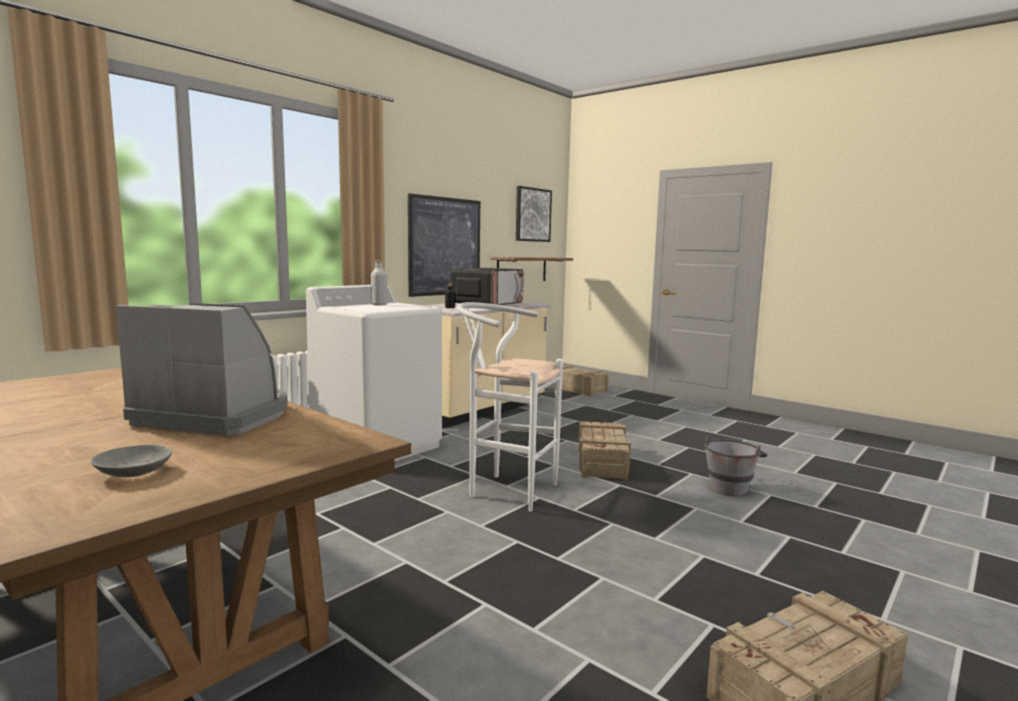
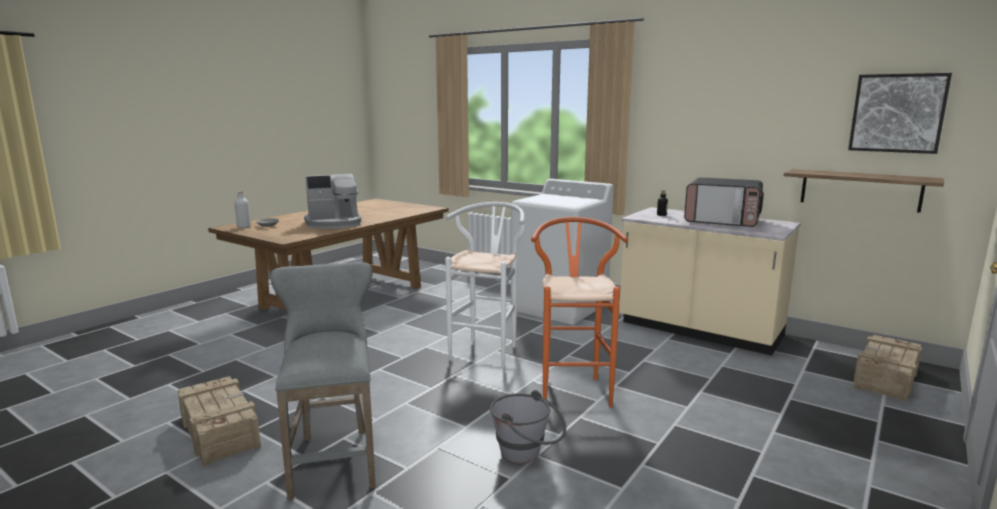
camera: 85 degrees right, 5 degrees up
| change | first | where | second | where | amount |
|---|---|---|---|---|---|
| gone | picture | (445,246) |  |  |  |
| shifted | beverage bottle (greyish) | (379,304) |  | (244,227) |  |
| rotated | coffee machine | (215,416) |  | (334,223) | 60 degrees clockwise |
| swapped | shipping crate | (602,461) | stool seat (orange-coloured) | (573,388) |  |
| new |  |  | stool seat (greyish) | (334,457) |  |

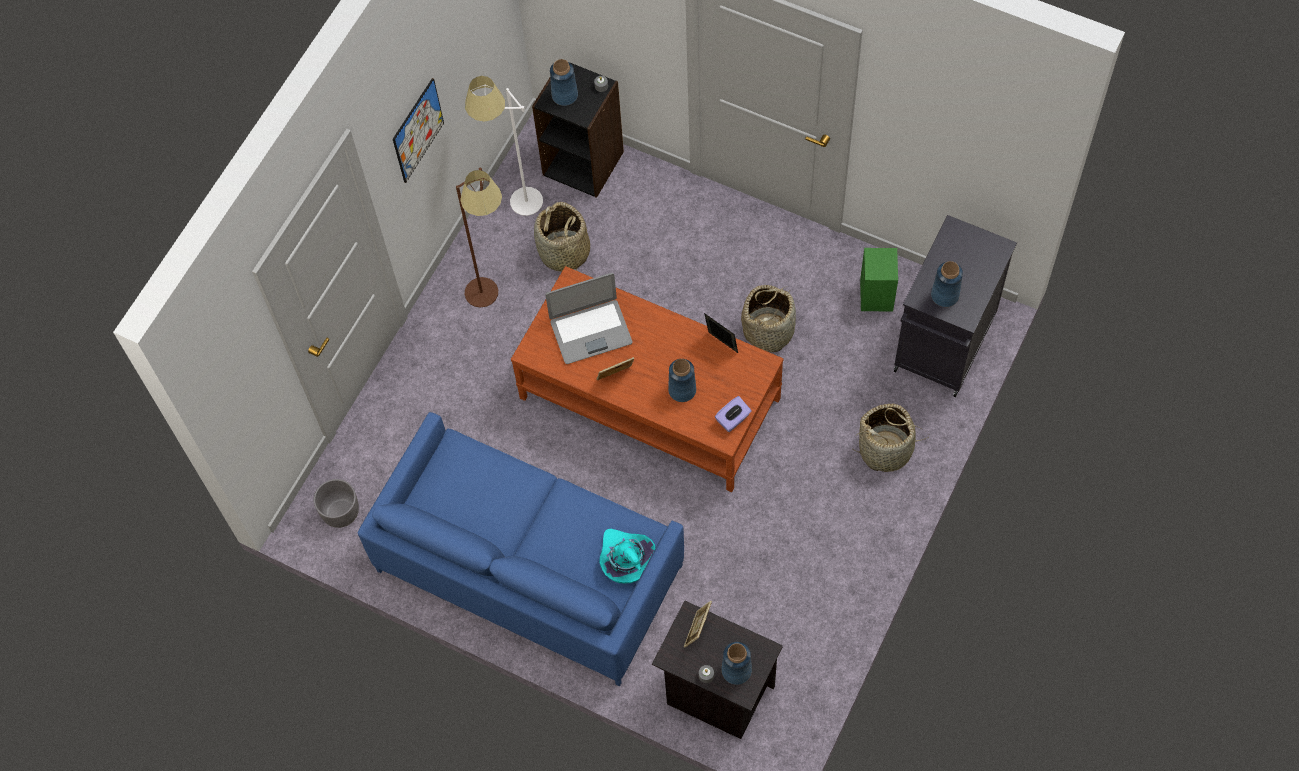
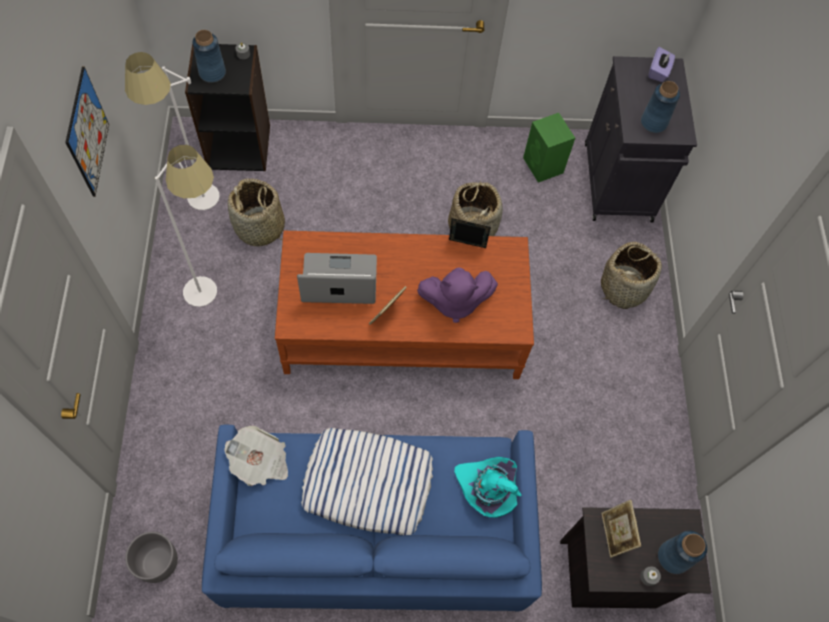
camera: 35 degrees left, 0 degrees up
| change | first | where | second | where | amount |
|---|---|---|---|---|---|
| repainted | standard lamp (brown) | (494,299) | standard lamp (whitish) | (215,293) |  |
| rotated | portable computer | (590,331) |  | (339,281) | 135 degrees counterclockwise |
| swapped | decorative vase (bluish) | (682,390) | plush toy (purple) | (454,302) |  |
| shifted | tissue box (purple) | (733,419) |  | (658,71) |  |
| new |  |  | daily paper | (260,462) |  |
| new |  |  | cushion | (368,483) |  |

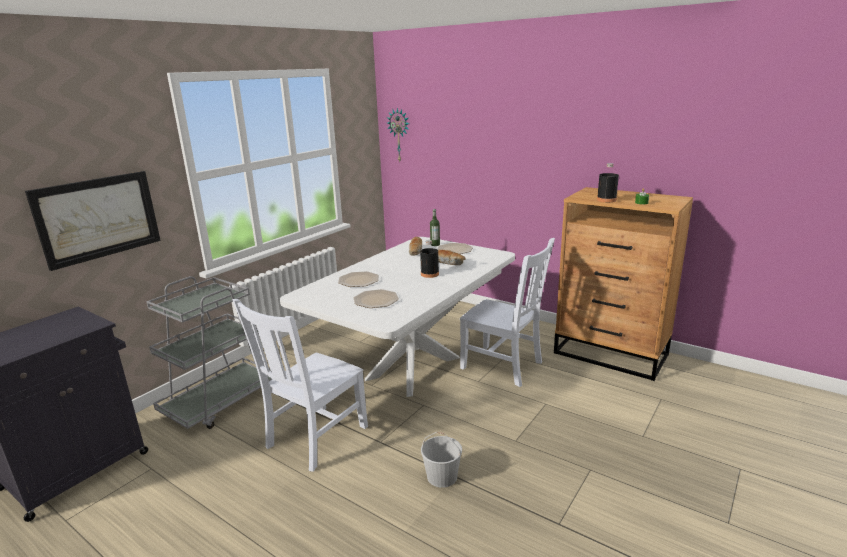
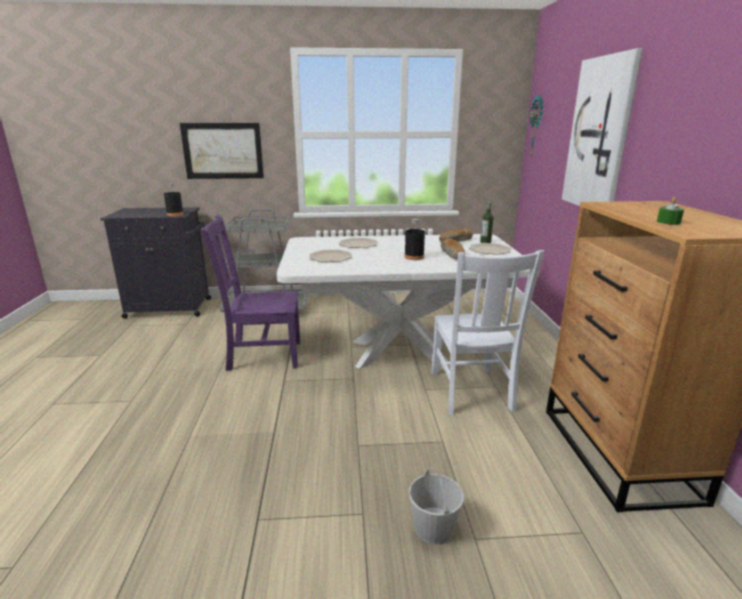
camera: 50 degrees right, 0 degrees up
| change | first | where | second | where | amount |
|---|---|---|---|---|---|
| shifted | beverage bottle (black-coloured) | (606,200) |  | (175,214) |  |
| repainted | plain chair (whitish) | (314,438) | plain chair (purple) | (262,355) |  |
| shifted | water bucket (whitish) | (441,476) |  | (433,527) |  |
| new |  |  | picture | (600,135) |  |

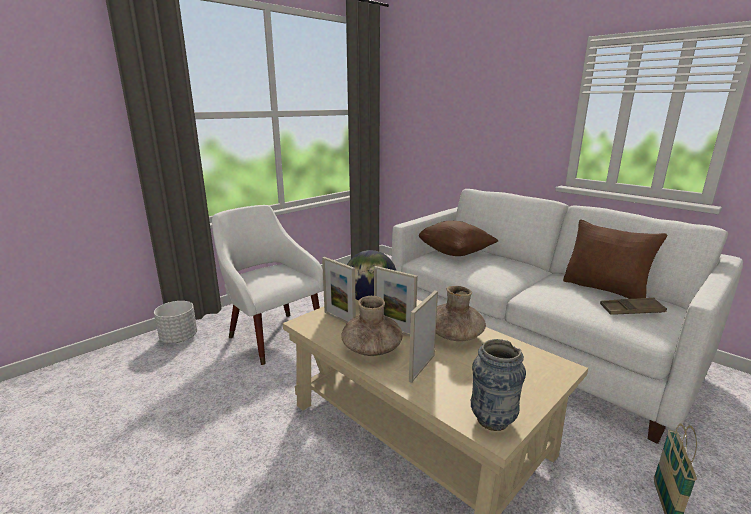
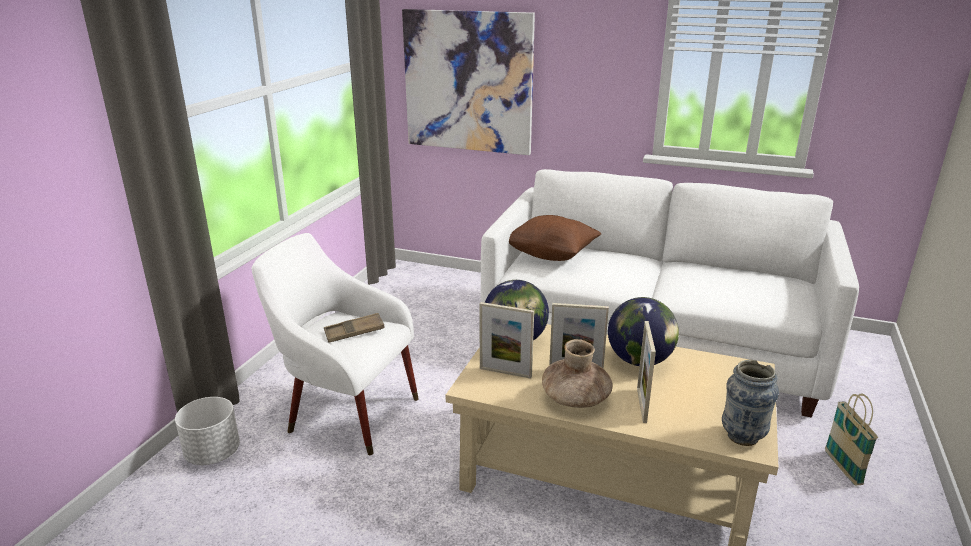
camera: 25 degrees left, 5 degrees up
| change | first | where | second | where | amount |
|---|---|---|---|---|---|
| gone | cushion (brown) | (605,289) |  |  |  |
| swapped | decorative vase (brown) | (455,335) | world globe | (639,361) |  |
| shifted | tray (brown) | (631,310) |  | (354,332) |  |
| new |  |  | picture | (468,82) |  |

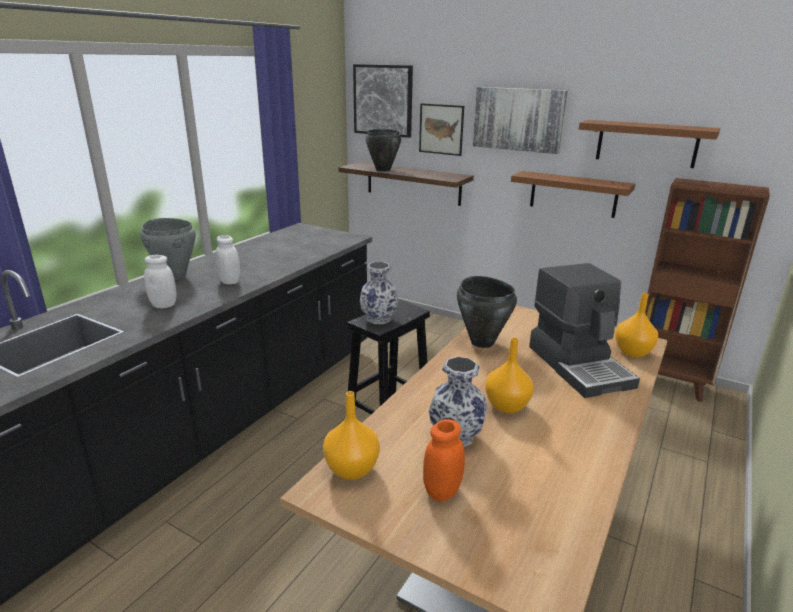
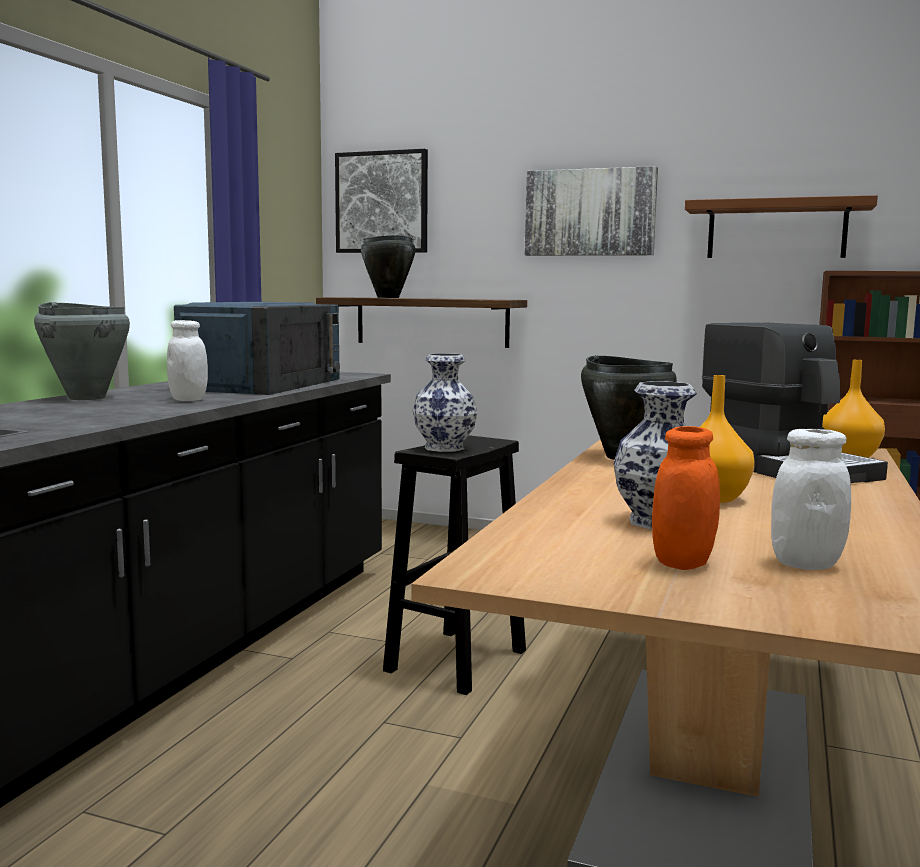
camera: 10 degrees left, 15 degrees down
| change | first | where | second | where | amount |
|---|---|---|---|---|---|
| gone | picture | (441,129) |  |  |  |
| gone | wall shelf (brown) | (573,194) |  |  |  |
| shifted | storage jar (whitish) | (164,305) |  | (806,564) |  |
| gone | decorative vase (orange-coloured) | (352,468) |  |  |  |
| new |  |  | microwave (bluish) | (264,384) |  |

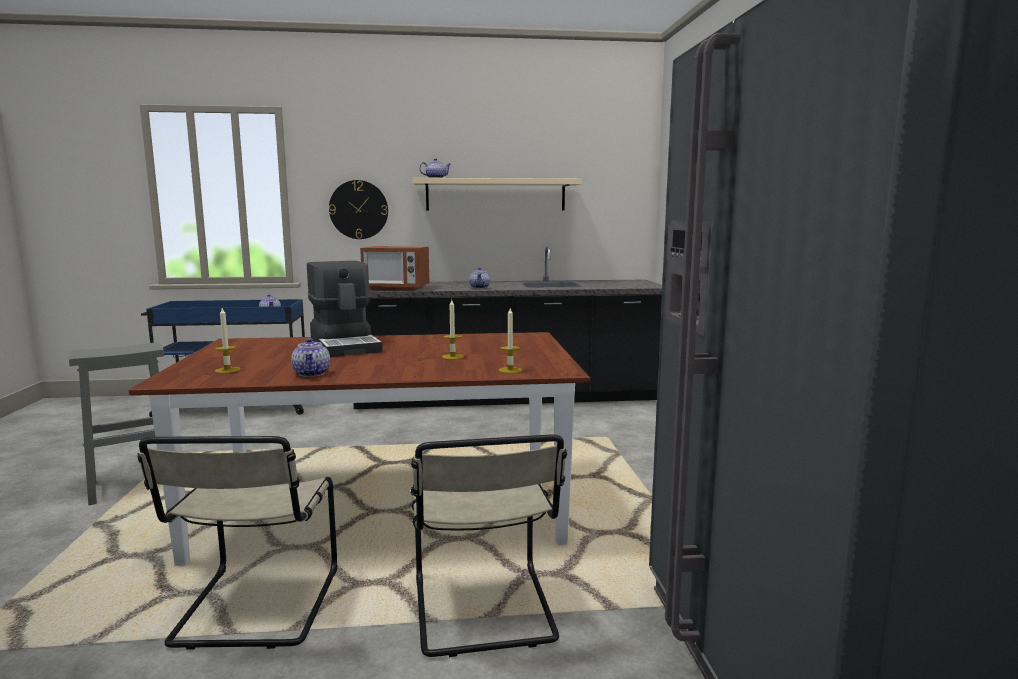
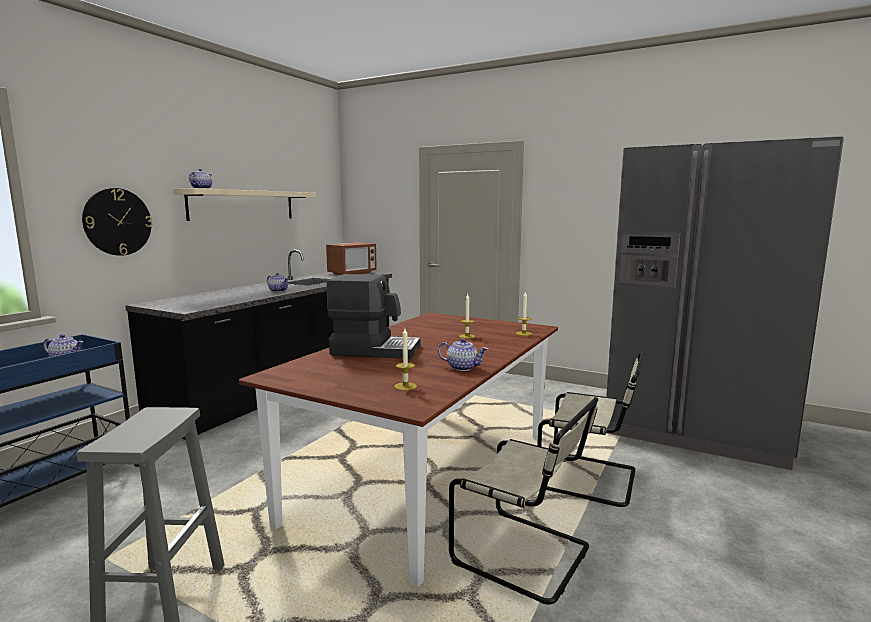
camera: 55 degrees left, 0 degrees up
| change | first | where | second | where | amount |
|---|---|---|---|---|---|
| shifted | microwave | (396,288) |  | (352,273) |  |

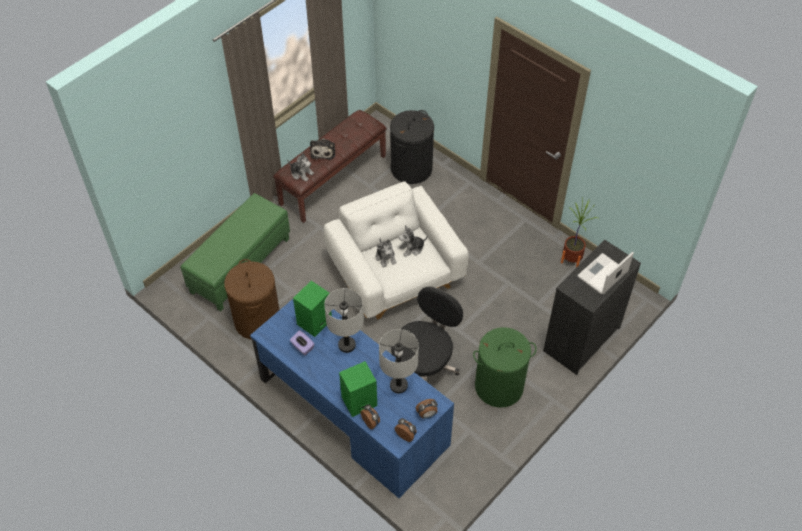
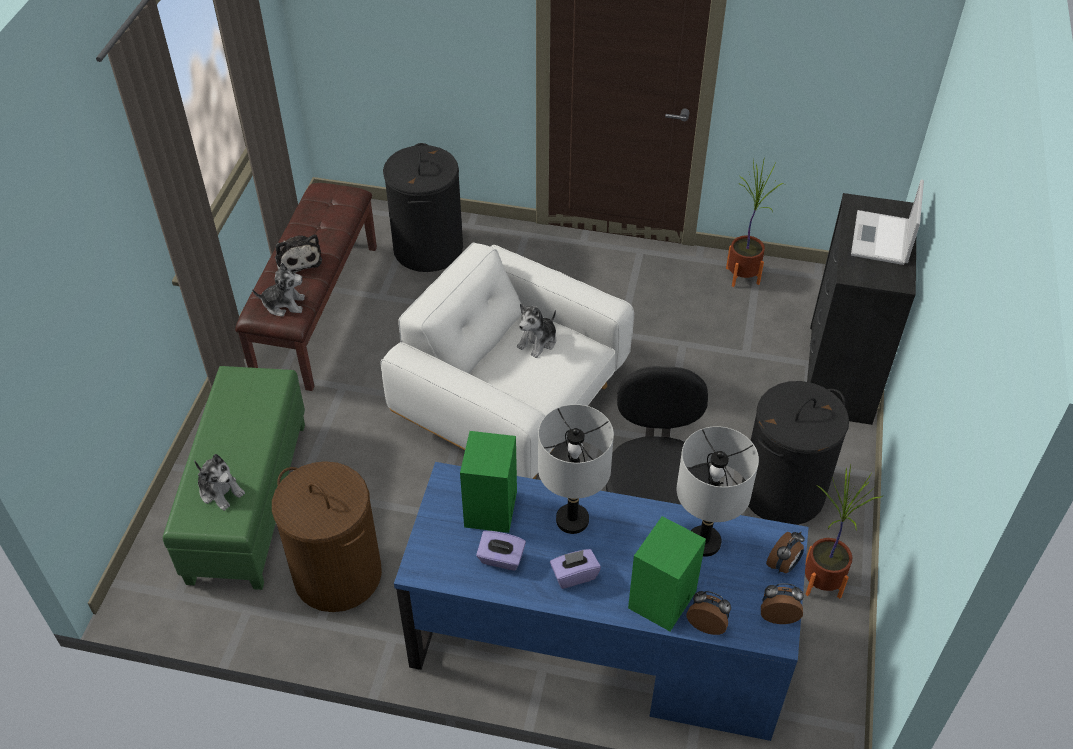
camera: 30 degrees left, 5 degrees down
| change | first | where | second | where | amount |
|---|---|---|---|---|---|
| shifted | plush toy | (385,257) |  | (220,491) |  |
| repainted | laundry basket (green) | (499,386) | laundry basket (black-coloured) | (782,492) |  |
| new |  |  | plant in a pot | (822,582) |  |
| new |  |  | tissue box (purple) | (574,575) |  |

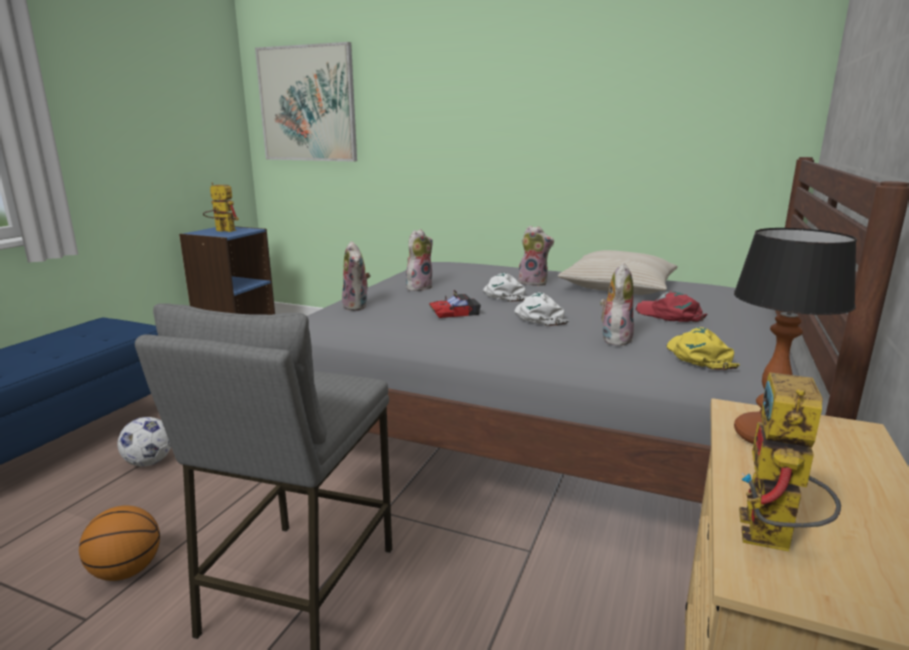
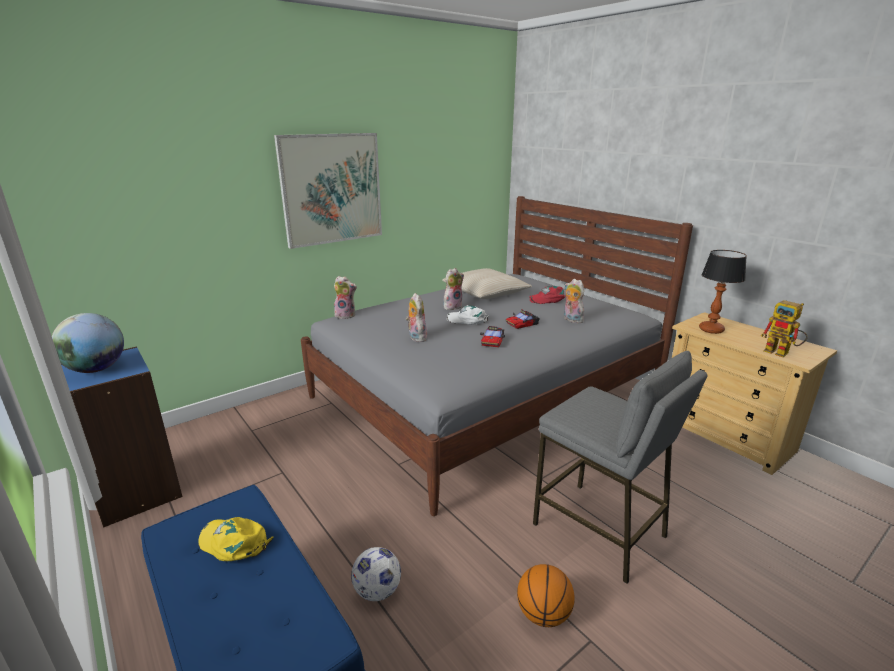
camera: 60 degrees left, 5 degrees up
| change | first | where | second | where | amount |
|---|---|---|---|---|---|
| shifted | picture | (307,104) |  | (331,189) |  |
| swapped | model robot | (221,231) | world globe | (96,369) |  |
| shifted | plush toy | (357,306) |  | (346,315) |  |
| swapped | peaked cap (whitish) | (538,316) | miniature car | (522,324) |  |
| shifted | peaked cap (yellowish) | (698,355) |  | (234,542) |  |

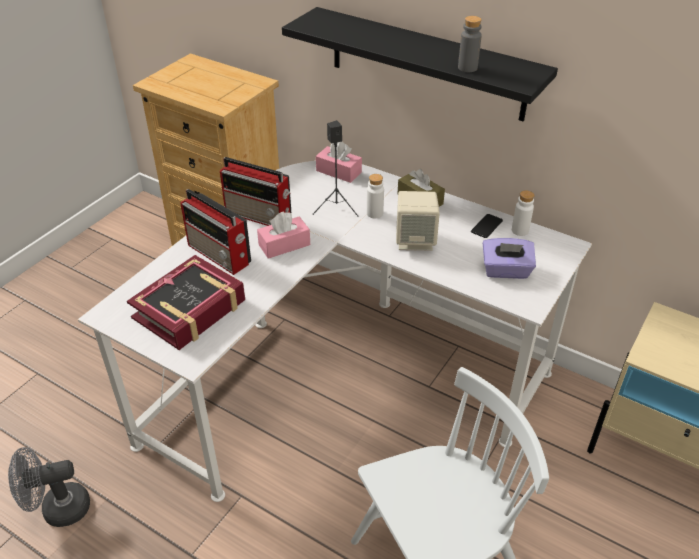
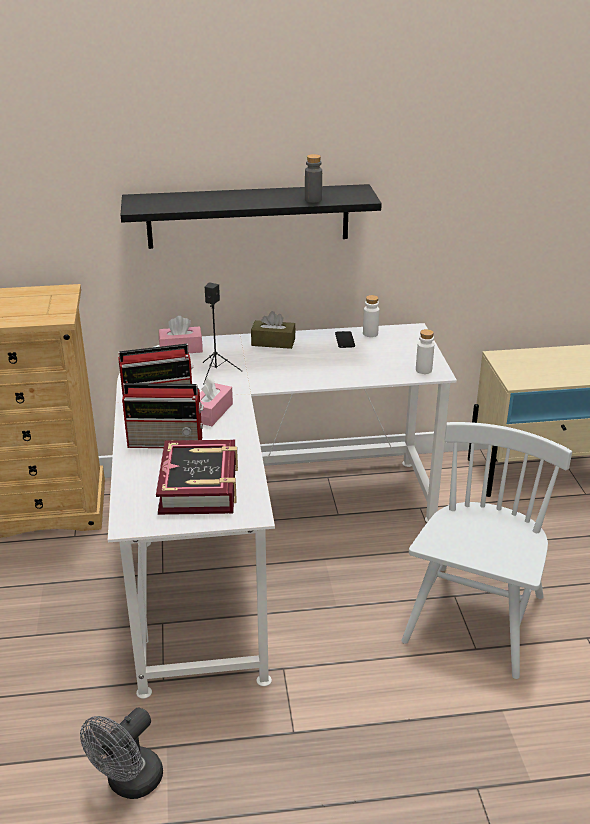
camera: 40 degrees left, 10 degrees down
| change | first | where | second | where | amount |
|---|---|---|---|---|---|
| shifted | beverage bottle (whitish) | (374,213) |  | (423,370) |  |
| gone | loudspeaker (beige) | (415,240) |  |  |  |
| gone | tissue box (purple) | (506,271) |  |  |  |

